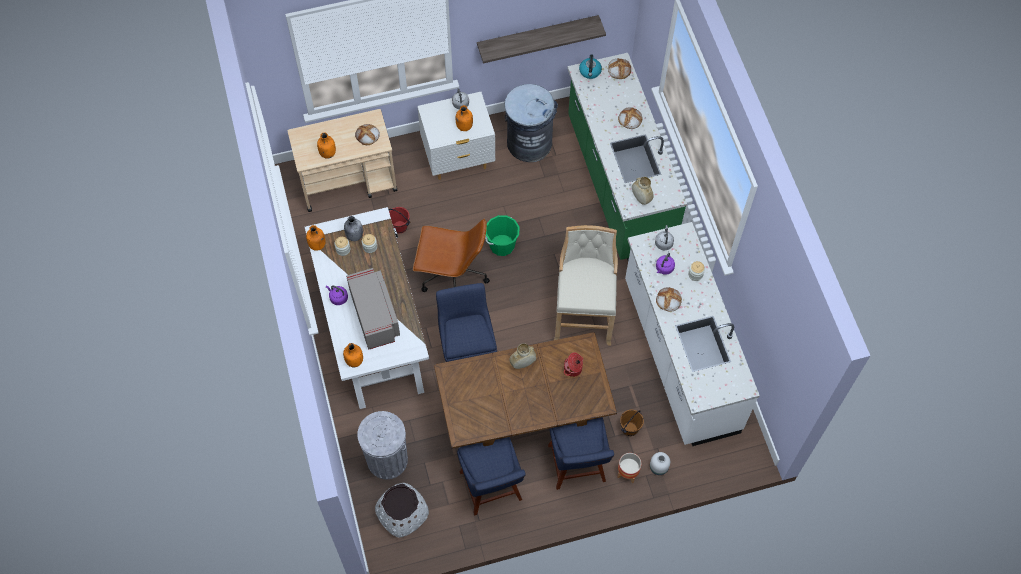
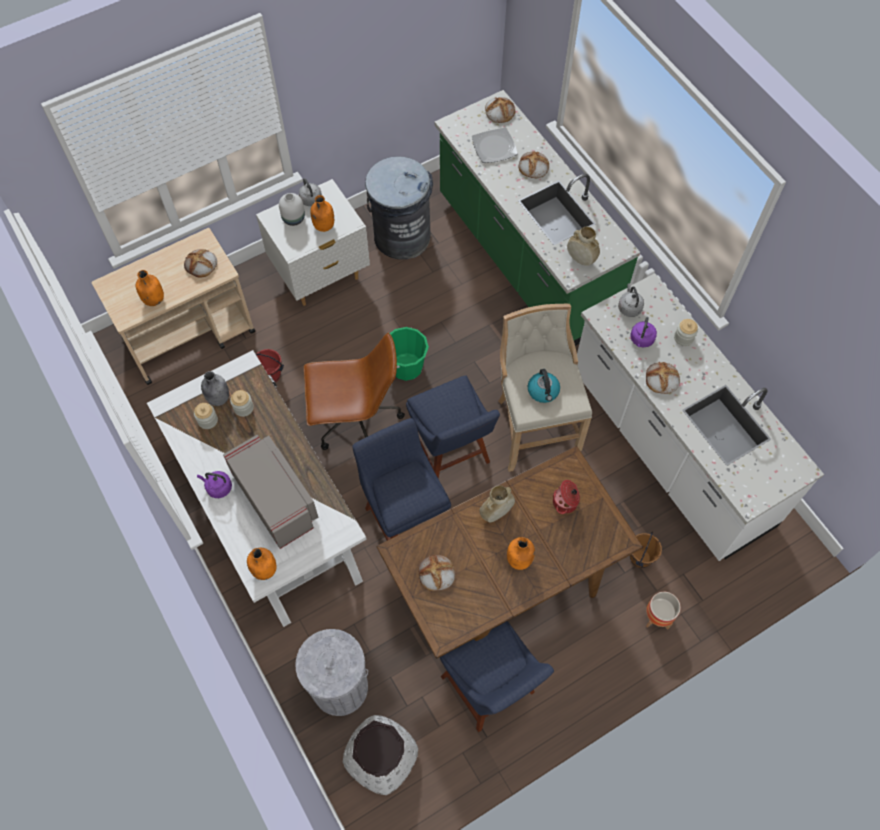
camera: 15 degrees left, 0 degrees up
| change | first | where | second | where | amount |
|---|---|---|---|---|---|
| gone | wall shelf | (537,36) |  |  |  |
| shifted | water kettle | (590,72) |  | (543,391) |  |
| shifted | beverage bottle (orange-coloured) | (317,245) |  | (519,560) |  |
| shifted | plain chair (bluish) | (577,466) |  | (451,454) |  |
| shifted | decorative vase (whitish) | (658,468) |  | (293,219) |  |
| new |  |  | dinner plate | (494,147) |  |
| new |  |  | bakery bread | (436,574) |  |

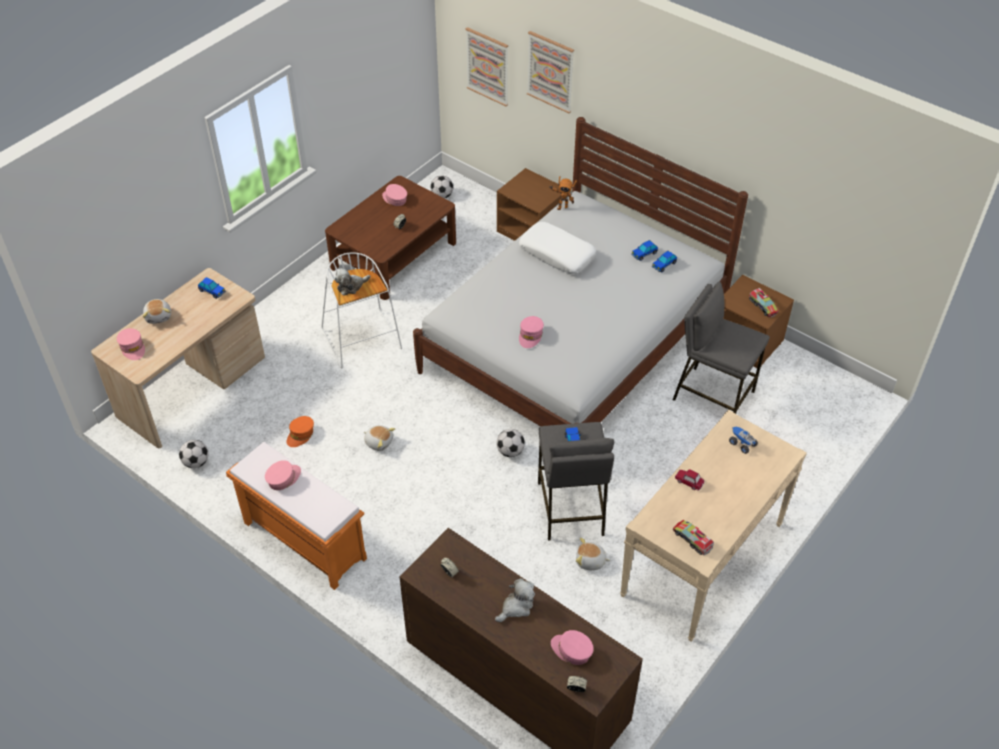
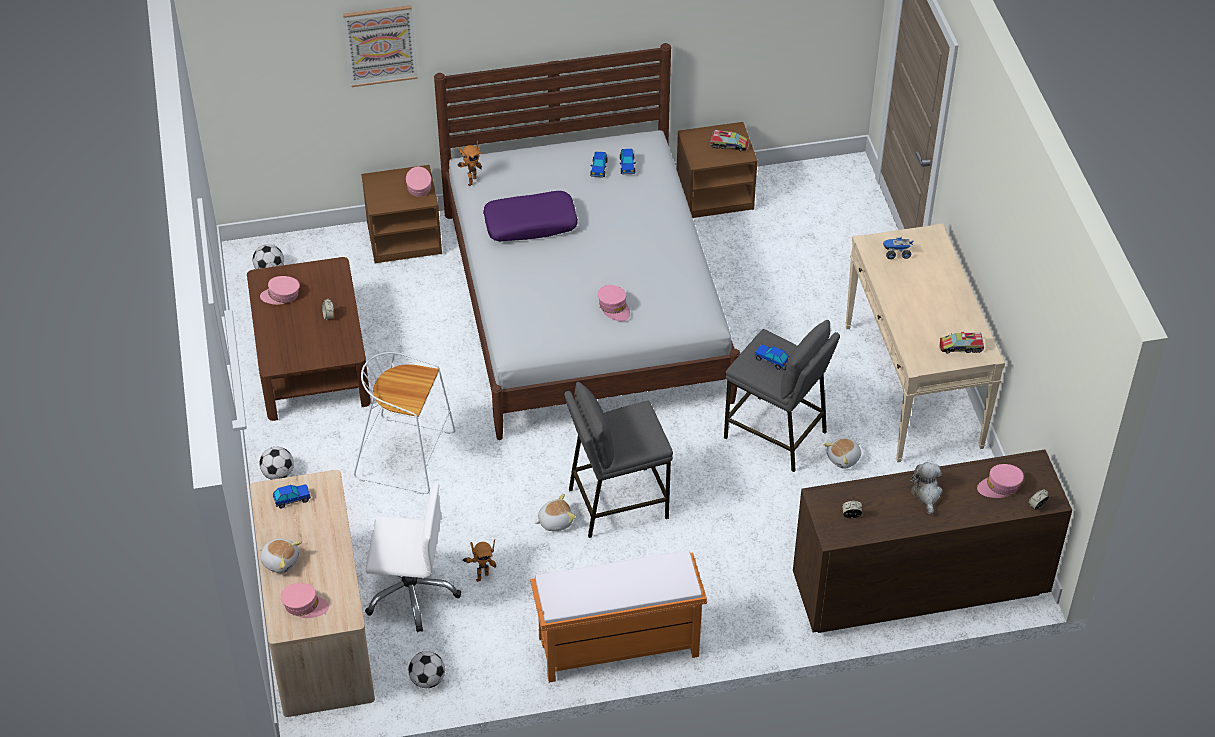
camera: 50 degrees left, 0 degrees up
| change | first | where | second | where | amount |
|---|---|---|---|---|---|
| gone | picture | (487,66) |  |  |  |
| repainted | cushion (whitish) | (557,254) | cushion (purple) | (530,223) |  |
| gone | plush toy | (351,286) |  |  |  |
| shifted | stool seat (greyish) | (713,395) |  | (617,502) |  |
| swapped | peaked cap (orange-coloured) | (300,435) | model robot | (481,576) |  |
| shifted | football ball | (510,451) |  | (278,474) |  |
| shifted | peaked cap (pinkish) | (283,478) |  | (418,186) |  |
| gone | miniature car | (689,481) |  |  |  |
| new |  |  | computer chair (whitish) | (411,592) |  |

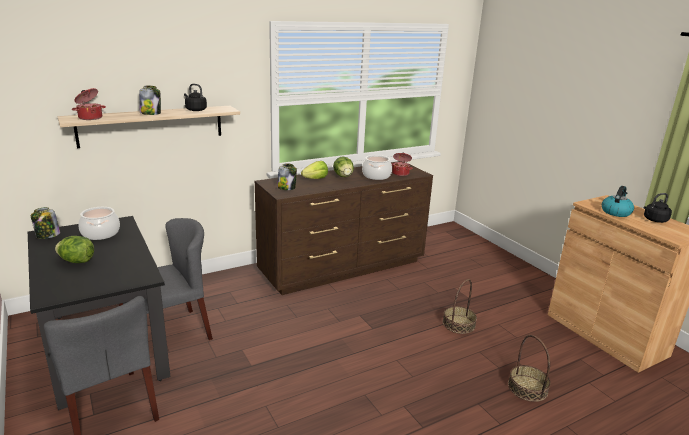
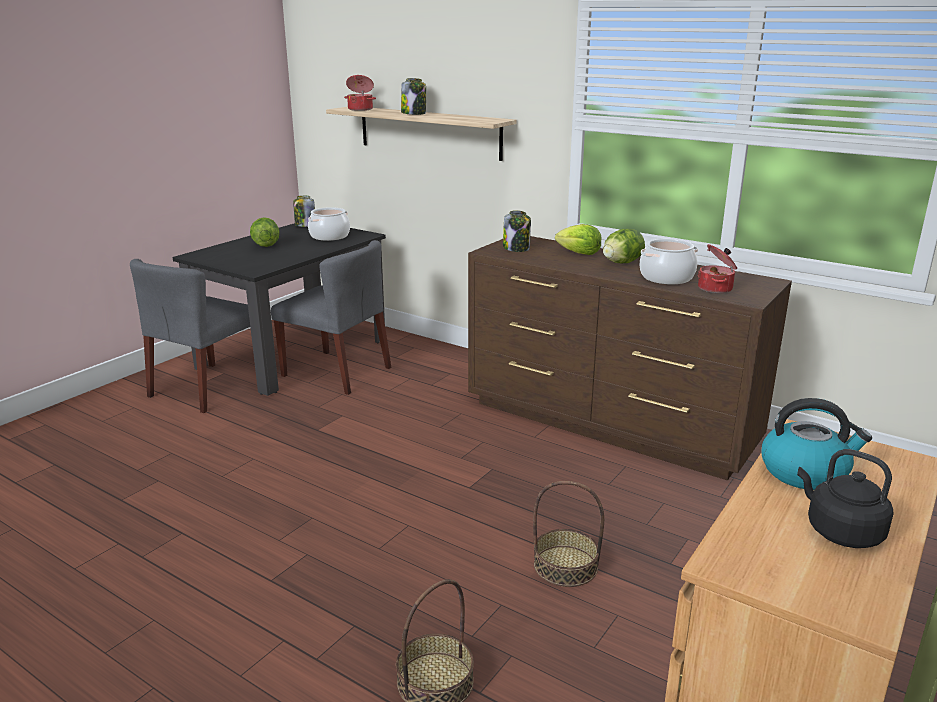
camera: 65 degrees right, 0 degrees up
| change | first | where | second | where | amount |
|---|---|---|---|---|---|
| gone | water kettle (black-coloured) | (195,110) |  |  |  |

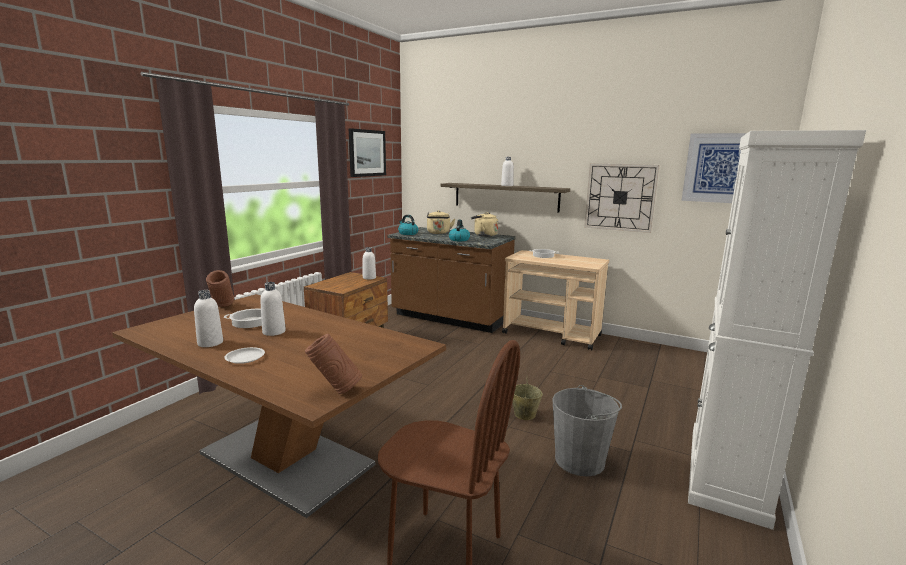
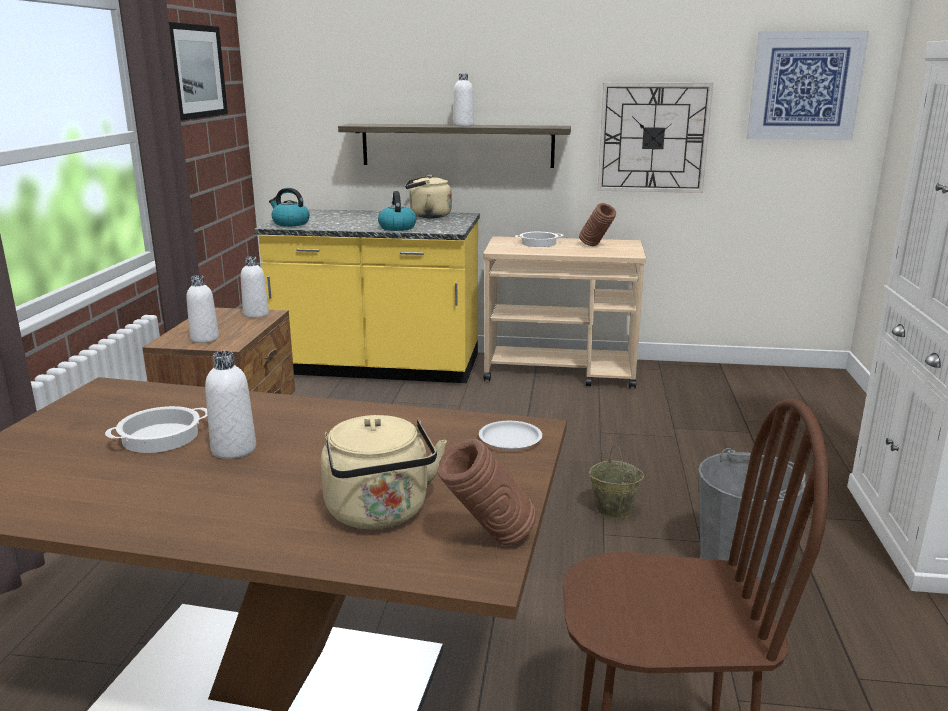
camera: 20 degrees left, 5 degrees up
| change | first | where | second | where | amount |
|---|---|---|---|---|---|
| shifted | water kettle (beige) | (438,233) |  | (380,514) |  |
| repainted | kitchen counter (brown) | (450,317) | kitchen counter (yellowish) | (378,367) |  |
| shifted | decorative vase (brown) | (222,307) |  | (596,246) |  |
| shifted | beverage bottle (whitish) | (210,343) |  | (204,339) |  |
| shifted | dinner plate (whitish) | (245,358) |  | (510,439) |  |

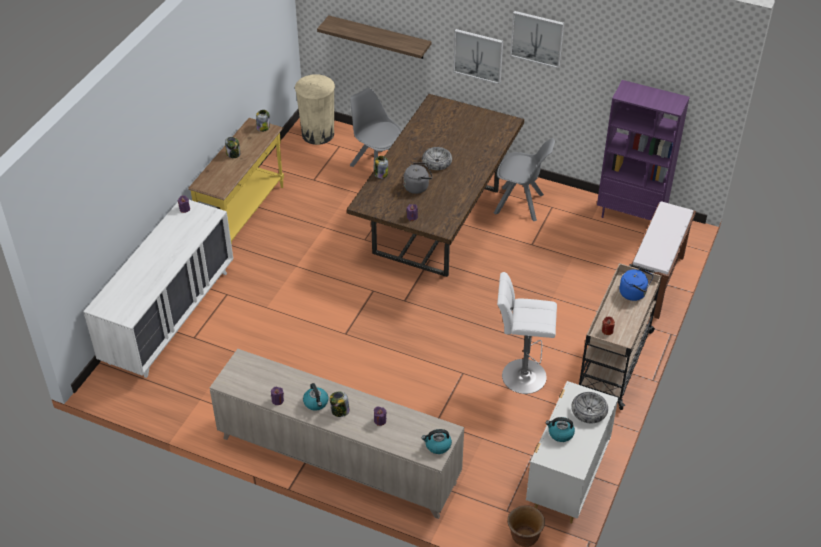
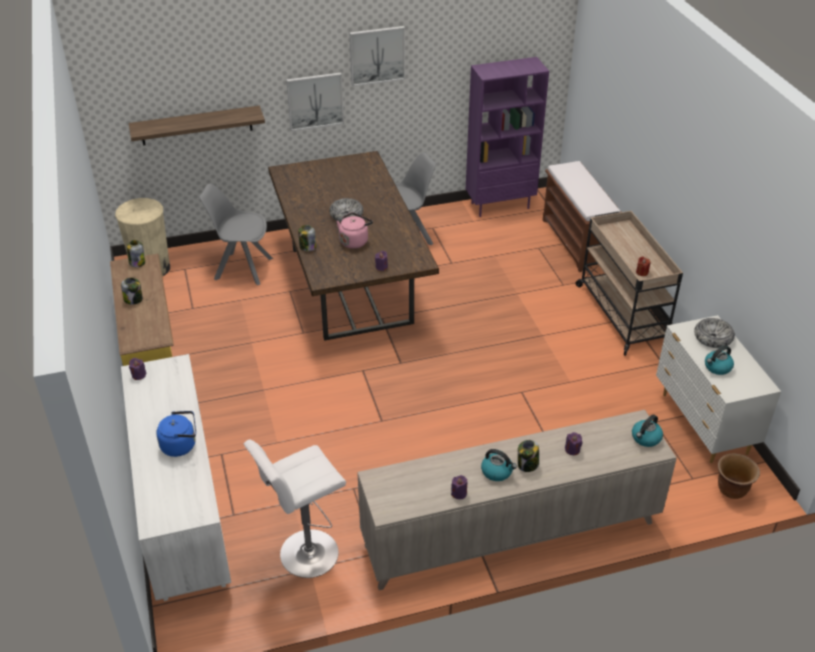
camera: 40 degrees left, 5 degrees down
| change | first | where | second | where | amount |
|---|---|---|---|---|---|
| repainted | water kettle (greyish) | (417,187) | water kettle (pinkish) | (354,241) |  |
| shifted | water kettle (bluish) | (634,293) |  | (181,445) |  |
| shifted | stool seat (whitish) | (520,376) |  | (305,555) |  |

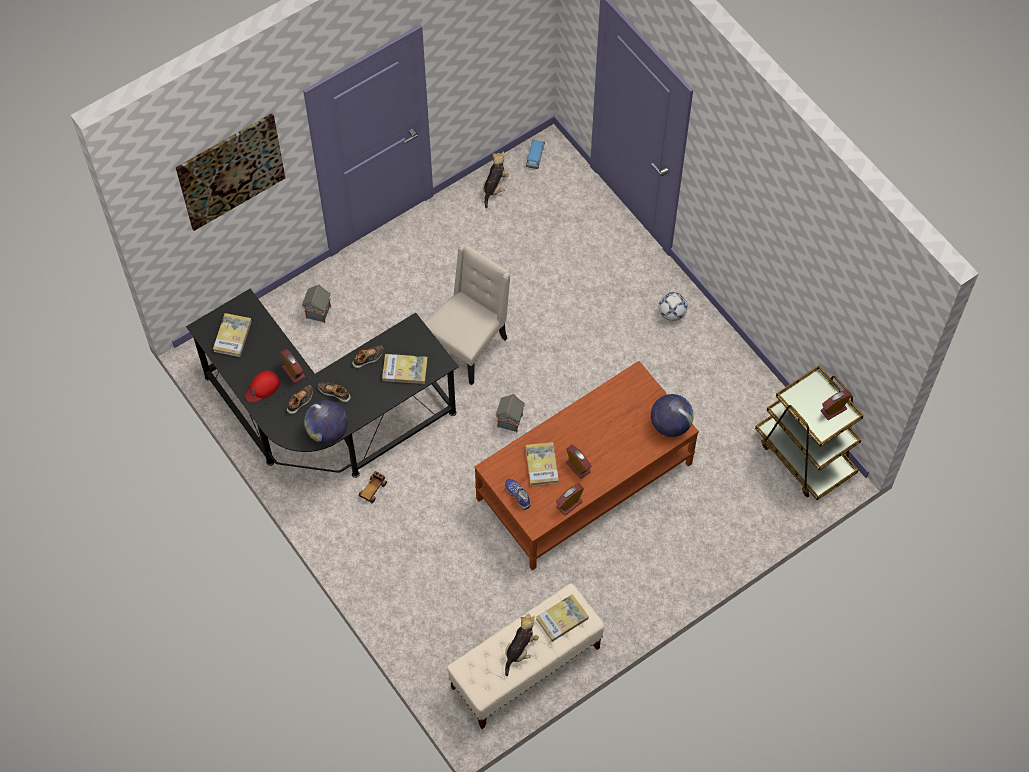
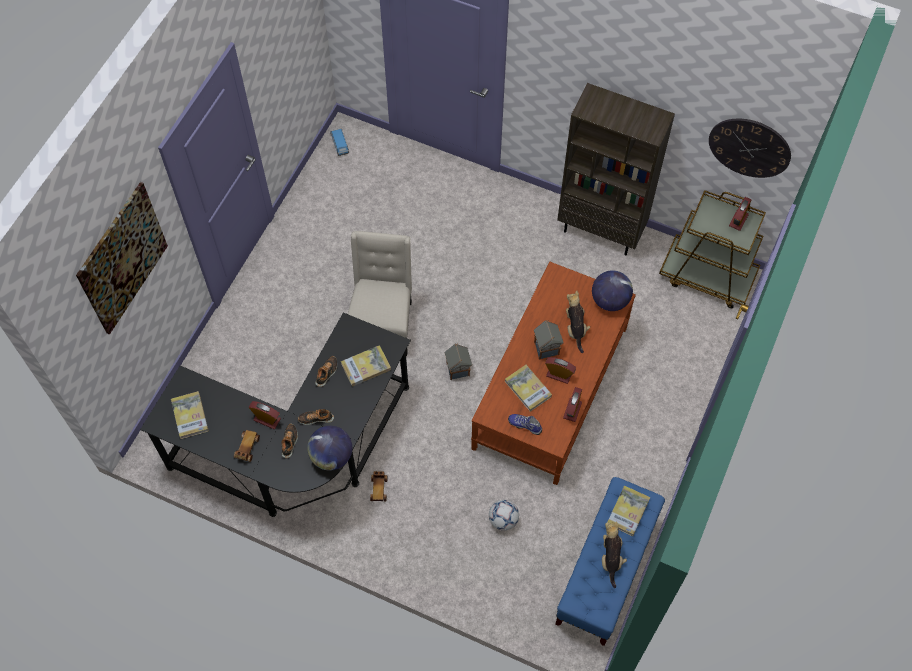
camera: 30 degrees left, 0 degrees up
| change | first | where | second | where | amount |
|---|---|---|---|---|---|
| shifted | plush toy | (494,187) |  | (575,328) |  |
| shifted | toy house | (318,313) |  | (547,349) |  |
| shifted | football ball | (672,313) |  | (503,520) |  |
| swapped | peaked cap (red-coloured) | (262,388) | miniature car | (247,448) |  |
| repainted | indoor bench (beige) | (525,668) | indoor bench (bluish) | (605,571) |  |
| new |  |  | bookshelf (brown) | (601,230) |  |
| new |  |  | clock on the wall | (749,147) |  |

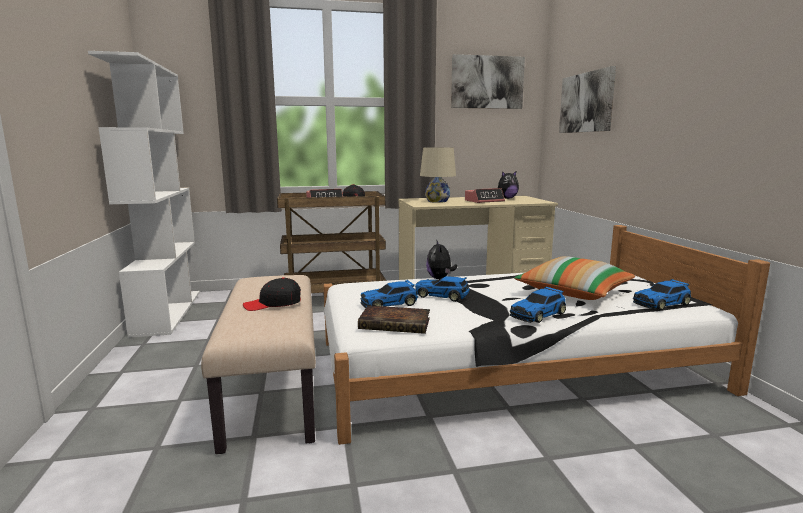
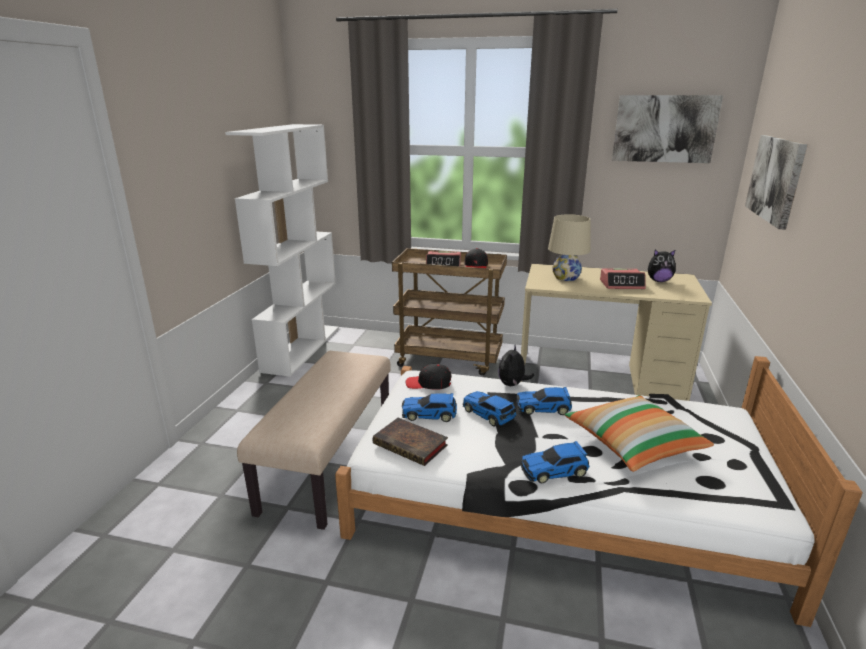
camera: 25 degrees right, 10 degrees up
| change | first | where | second | where | amount |
|---|---|---|---|---|---|
| shifted | peaked cap (black-coloured) | (273,304) |  | (429,383) |  |
| shifted | miniature car | (662,303) |  | (544,408) |  |

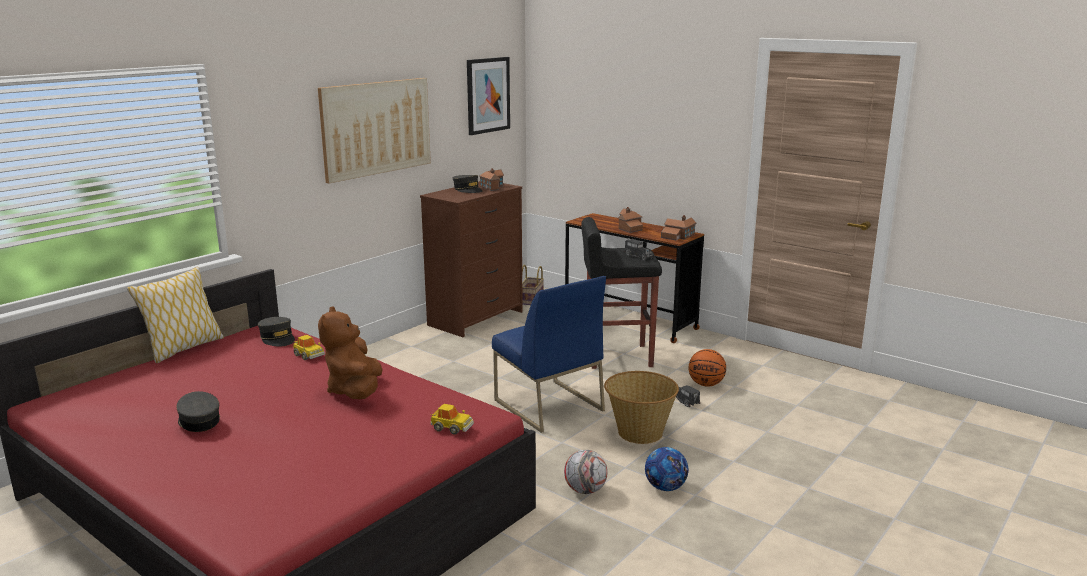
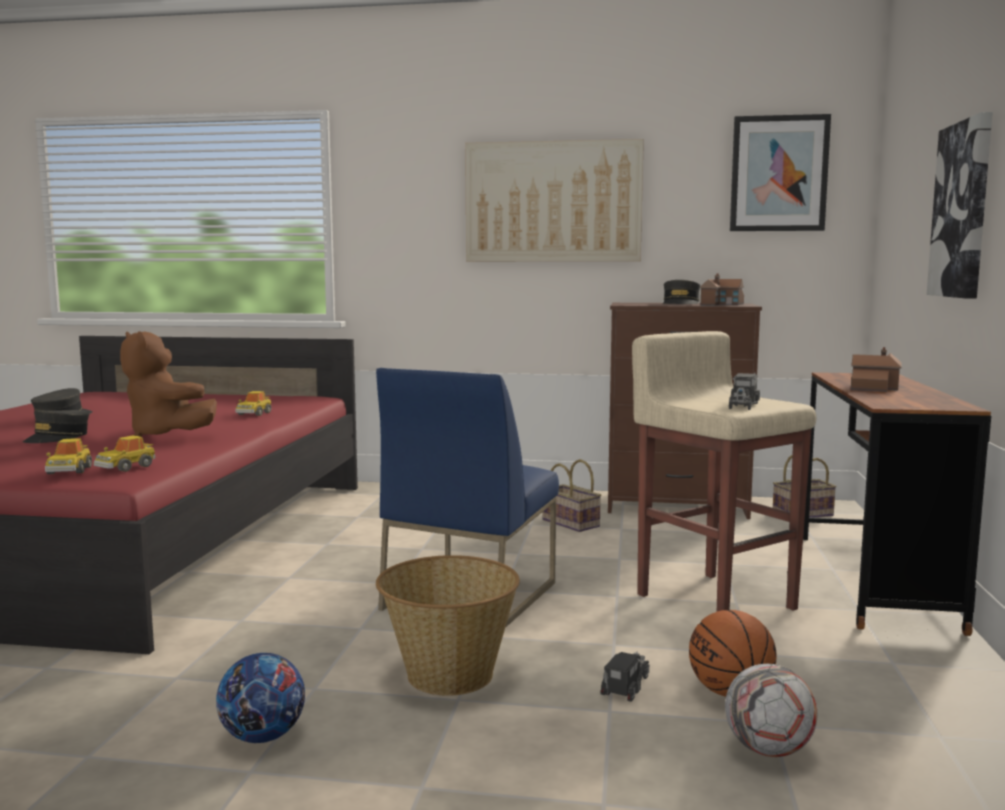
camera: 60 degrees right, 10 degrees down
| change | first | where | second | where | amount |
|---|---|---|---|---|---|
| gone | toy house | (678,236) |  |  |  |
| repainted | stool seat (black-coloured) | (617,356) | stool seat (beige) | (715,600) |  |
| gone | cushion | (183,348) |  |  |  |
| rotated | plush toy (brown) | (355,391) |  | (166,435) | 105 degrees counterclockwise |
| shifted | peaked cap (greyish) | (277,338) |  | (58,437) |  |
| shifted | football ball | (585,490) |  | (768,750) |  |
| new |  |  | picture | (963,210) |  |
| new |  |  | miniature car | (126,467) |  |
| new |  |  | basket | (572,523) |  |

